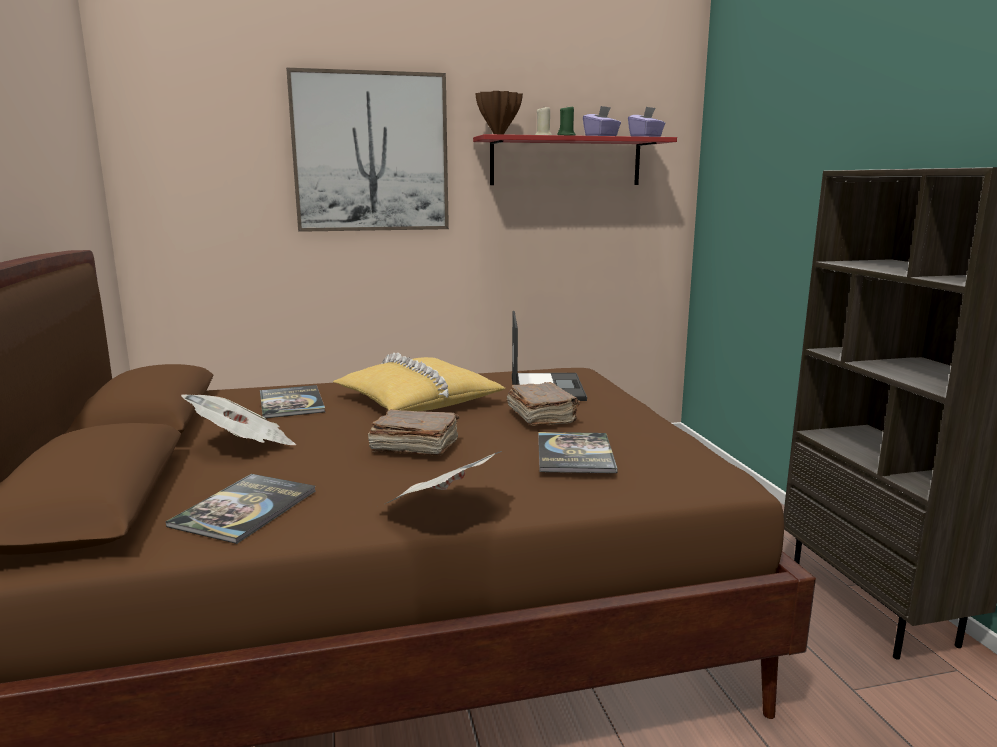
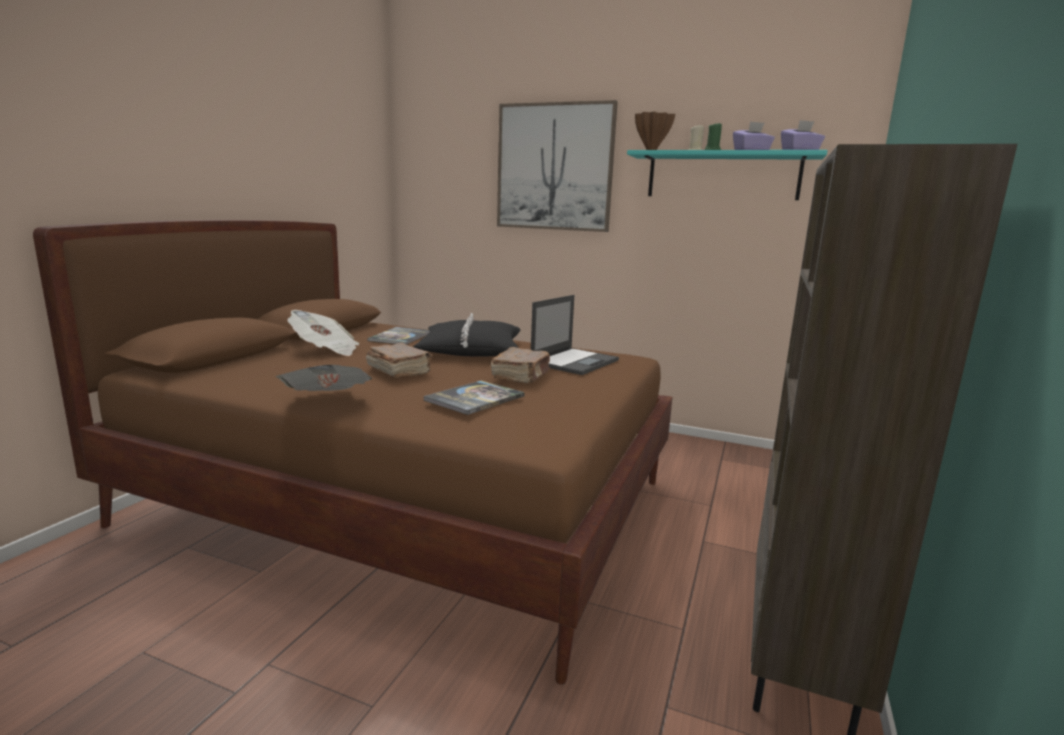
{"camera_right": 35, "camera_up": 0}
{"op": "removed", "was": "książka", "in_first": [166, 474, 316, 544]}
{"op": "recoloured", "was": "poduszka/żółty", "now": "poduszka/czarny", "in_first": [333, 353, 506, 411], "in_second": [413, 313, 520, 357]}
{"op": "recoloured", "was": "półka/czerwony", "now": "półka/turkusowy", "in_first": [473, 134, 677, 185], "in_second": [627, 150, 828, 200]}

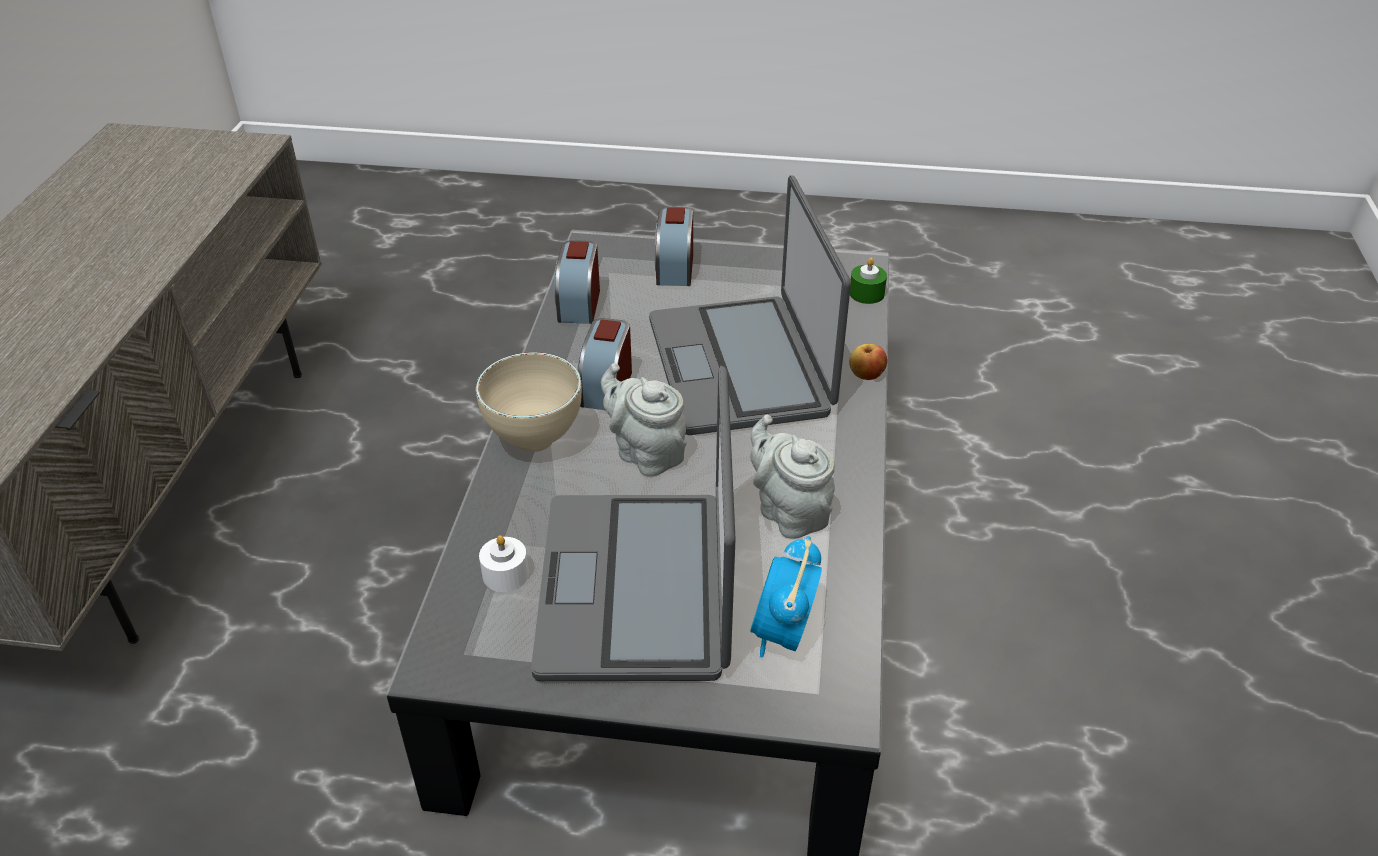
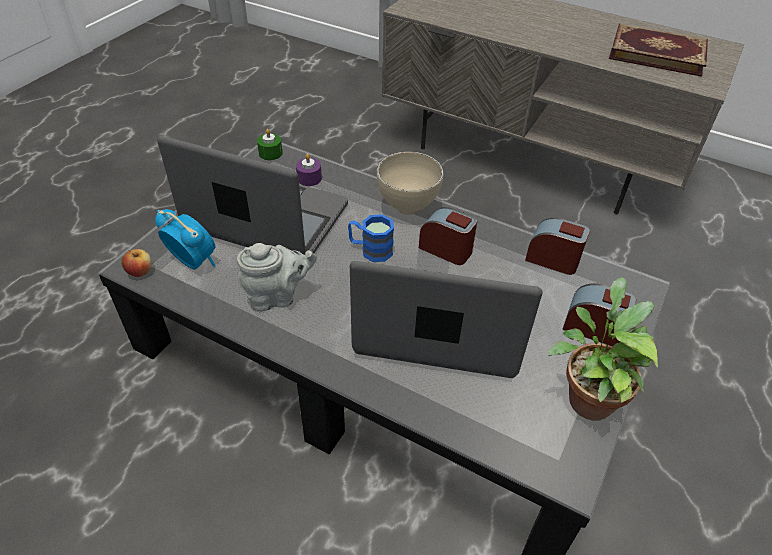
{"camera_right": 110, "camera_up": 5}
{"op": "added", "now": "roślina doniczkowa", "in_second": [548, 277, 658, 421]}
{"op": "added", "now": "książka", "in_second": [609, 24, 708, 77]}
{"op": "moved", "was": "jabłko", "in_first": [849, 344, 887, 380], "in_second": [121, 249, 152, 277]}
{"op": "moved", "was": "świeca/zielony", "in_first": [850, 258, 887, 304], "in_second": [257, 129, 283, 160]}
{"op": "replaced", "was": "imbryk/szary", "now": "kubek/niebieski", "in_first": [601, 363, 687, 477], "in_second": [348, 214, 394, 262]}
{"op": "recoloured", "was": "świeca/biały", "now": "świeca/fioletowy", "in_first": [479, 535, 529, 592], "in_second": [296, 154, 322, 186]}

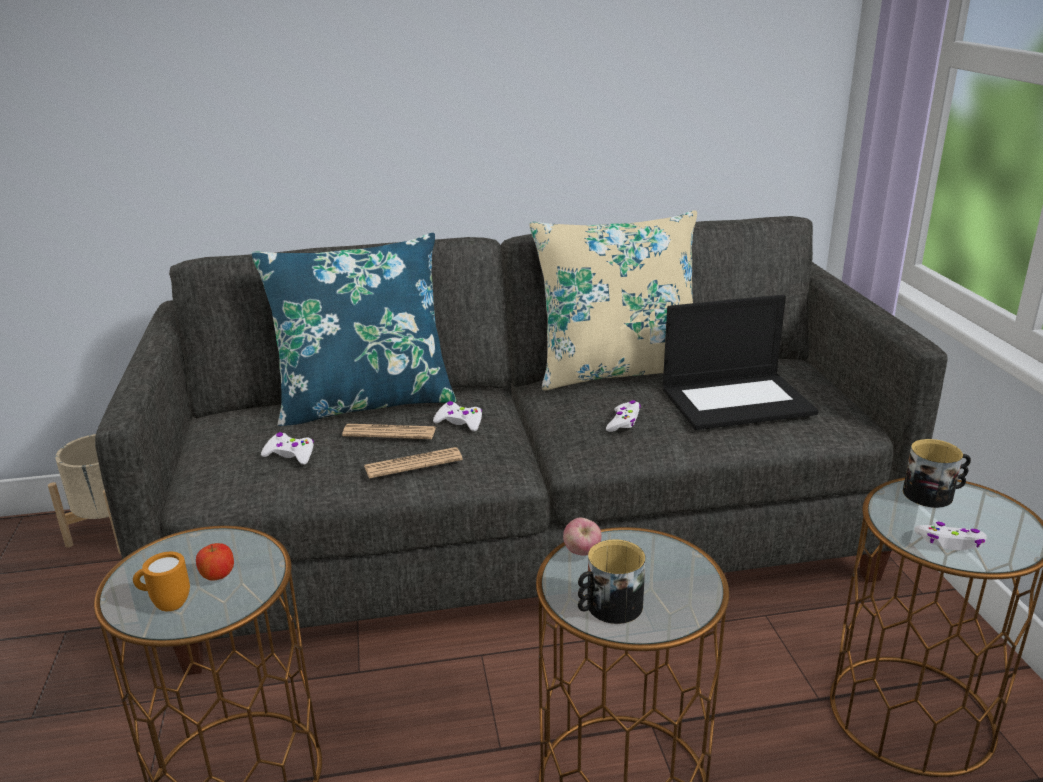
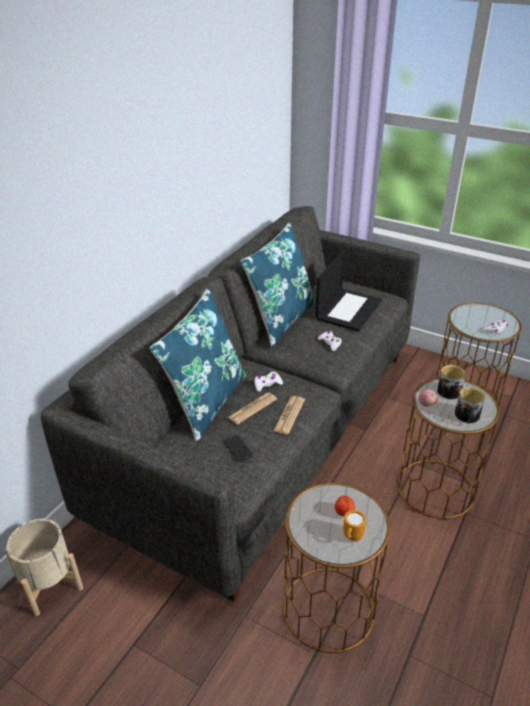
{"camera_right": -50, "camera_up": 10}
{"op": "moved", "was": "kubek", "in_first": [903, 439, 971, 508], "in_second": [437, 365, 466, 399]}
{"op": "replaced", "was": "pad do gier/biały", "now": "telefon", "in_first": [261, 432, 314, 465], "in_second": [223, 435, 254, 462]}
{"op": "recoloured", "was": "poduszka/beżowy", "now": "poduszka/niebieski", "in_first": [529, 210, 697, 390], "in_second": [241, 222, 316, 347]}

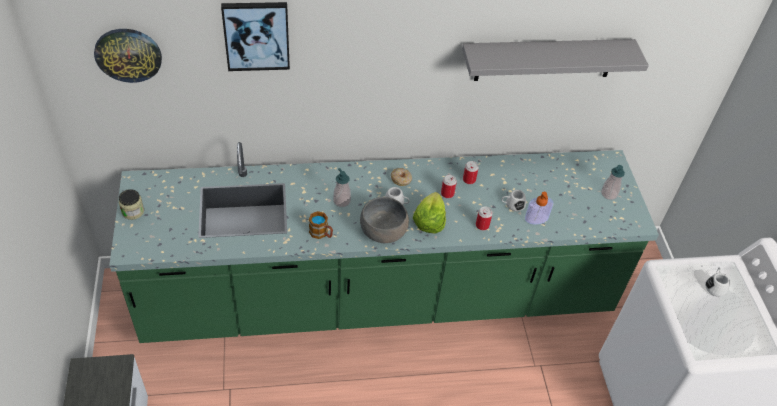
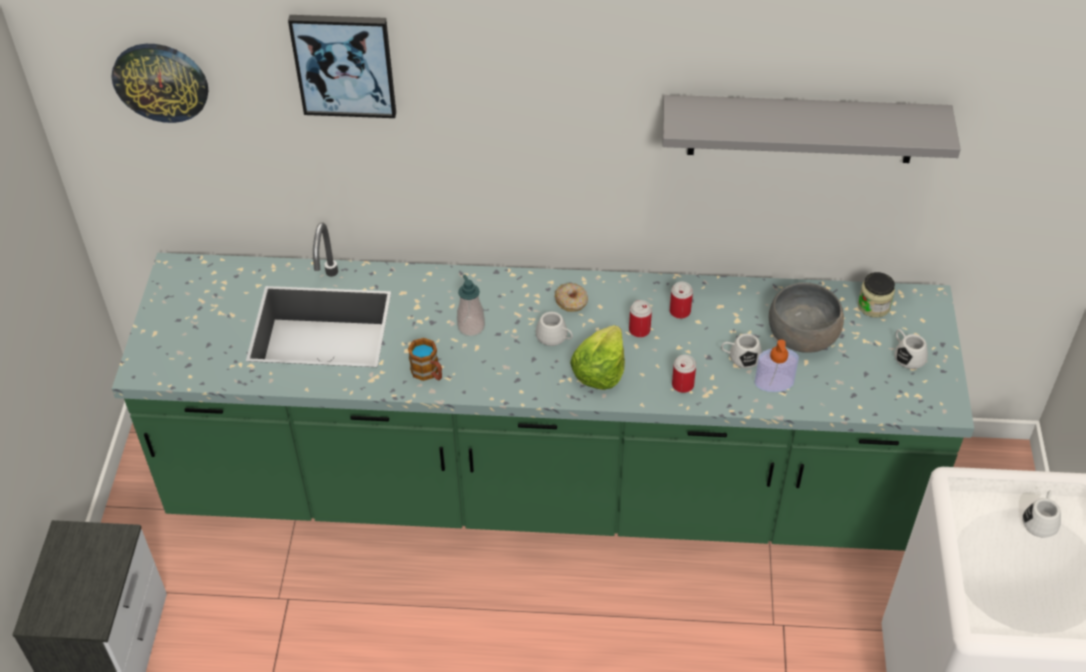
{"camera_right": 15, "camera_up": 0}
{"op": "moved", "was": "słoik", "in_first": [119, 189, 144, 220], "in_second": [858, 272, 895, 318]}
{"op": "moved", "was": "miska/szary", "in_first": [360, 197, 409, 243], "in_second": [769, 282, 844, 353]}
{"op": "replaced", "was": "dozownik mydła", "now": "kubek/biały", "in_first": [601, 165, 625, 200], "in_second": [894, 329, 928, 369]}

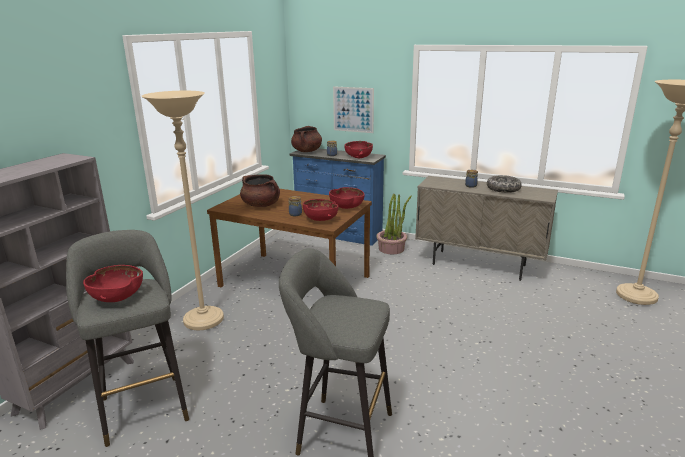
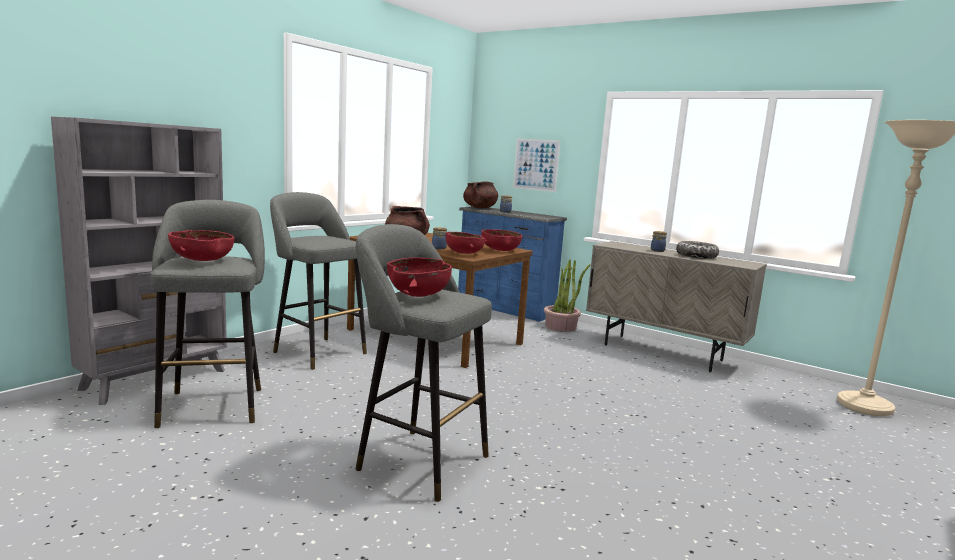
{"camera_right": 10, "camera_up": -10}
{"op": "moved", "was": "miska/czerwony", "in_first": [344, 141, 373, 158], "in_second": [387, 258, 452, 297]}
{"op": "replaced", "was": "lampa stojąca/beżowy", "now": "stołek/szary", "in_first": [142, 91, 224, 330], "in_second": [270, 192, 367, 370]}

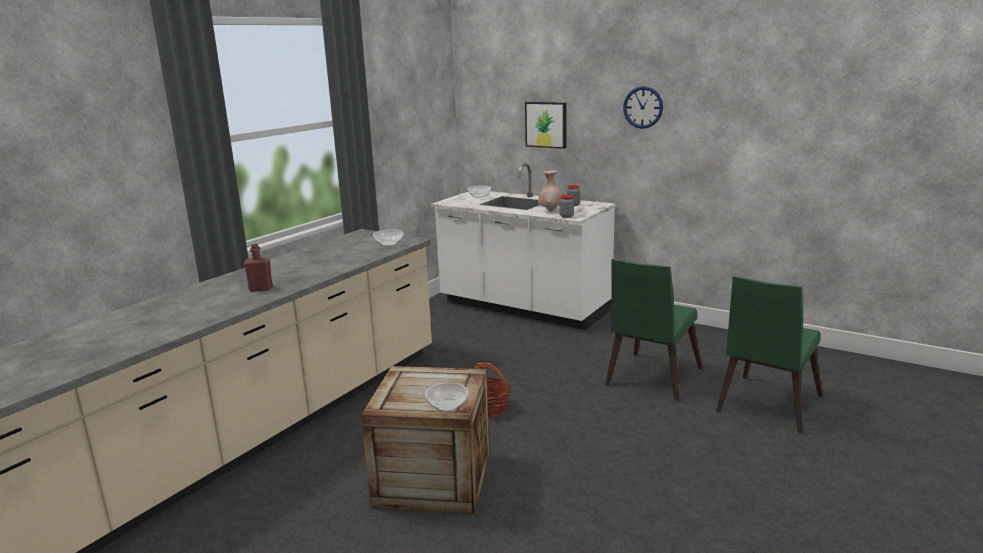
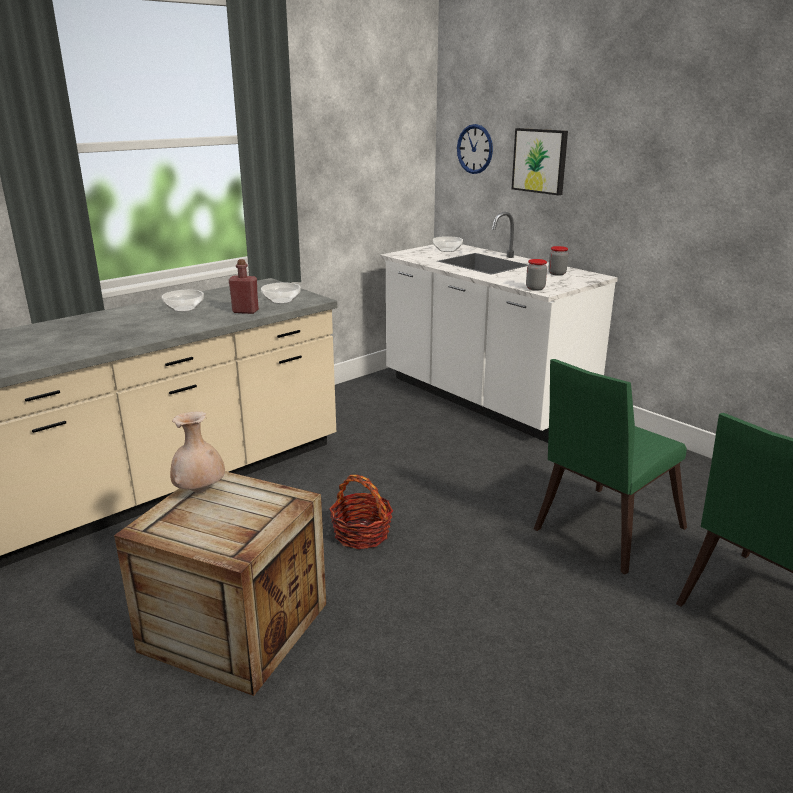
{"camera_right": 15, "camera_up": 5}
{"op": "moved", "was": "butelka/czerwony", "in_first": [244, 244, 273, 291], "in_second": [229, 259, 259, 314]}
{"op": "moved", "was": "miska", "in_first": [425, 383, 468, 412], "in_second": [162, 290, 204, 312]}
{"op": "moved", "was": "wazon/beżowy", "in_first": [538, 170, 563, 212], "in_second": [170, 412, 225, 493]}
{"op": "moved", "was": "zegar ścienny", "in_first": [623, 86, 663, 129], "in_second": [457, 124, 493, 174]}

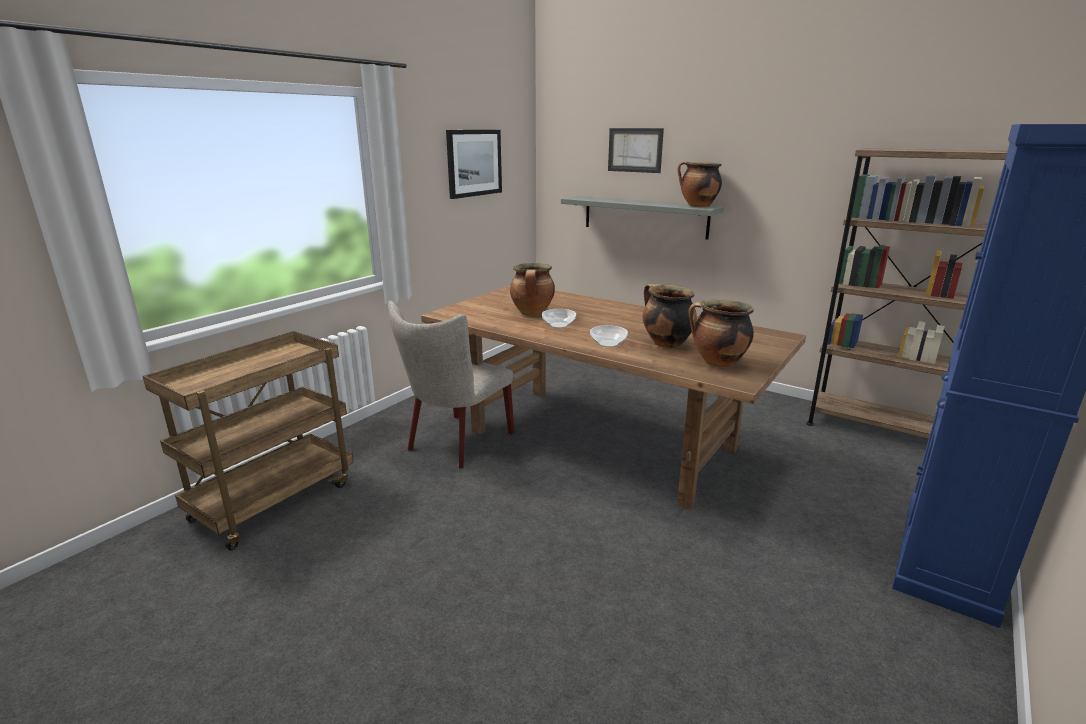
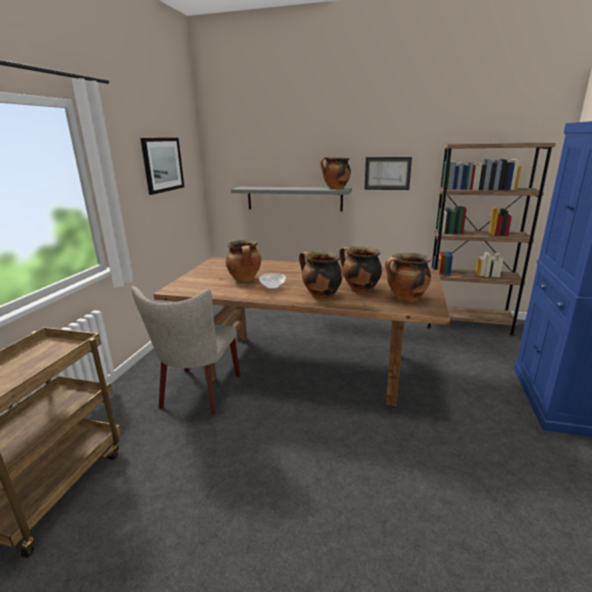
{"camera_right": -20, "camera_up": 0}
{"op": "moved", "was": "obraz", "in_first": [608, 128, 664, 173], "in_second": [364, 157, 412, 190]}
{"op": "replaced", "was": "miska", "now": "garnek", "in_first": [590, 325, 628, 347], "in_second": [299, 251, 343, 299]}

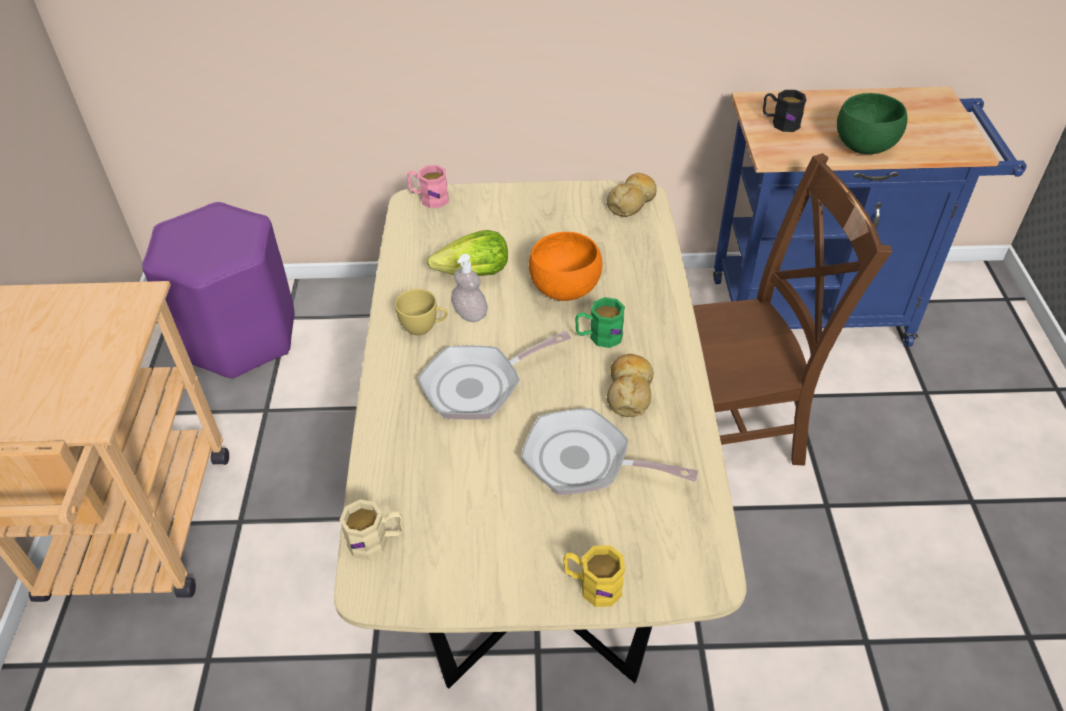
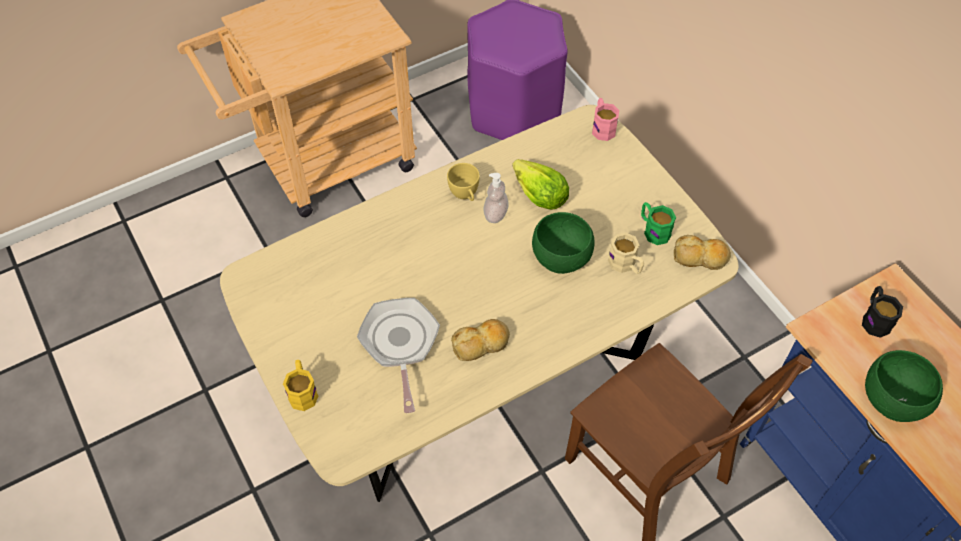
{"camera_right": 60, "camera_up": 10}
{"op": "removed", "was": "patelnia", "in_first": [417, 331, 571, 420]}
{"op": "moved", "was": "kubek/beżowy", "in_first": [340, 499, 404, 560], "in_second": [608, 232, 644, 274]}
{"op": "moved", "was": "kubek/zielony", "in_first": [575, 297, 625, 348], "in_second": [641, 202, 676, 245]}
{"op": "recoloured", "was": "miska/pomarańczowy", "now": "miska/zielony", "in_first": [529, 232, 602, 301], "in_second": [532, 212, 595, 274]}

